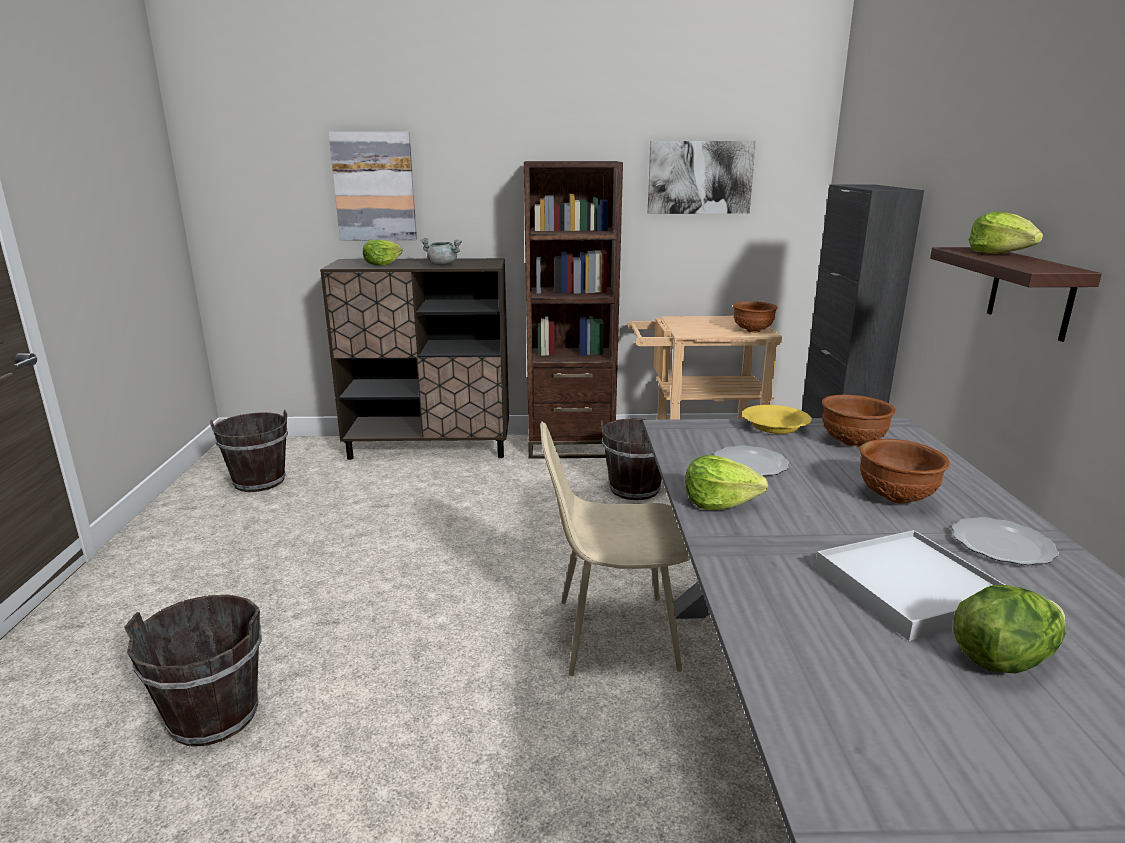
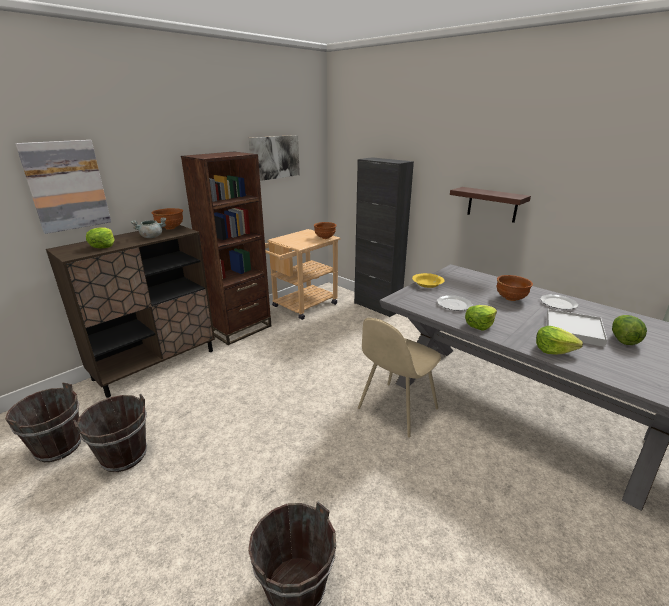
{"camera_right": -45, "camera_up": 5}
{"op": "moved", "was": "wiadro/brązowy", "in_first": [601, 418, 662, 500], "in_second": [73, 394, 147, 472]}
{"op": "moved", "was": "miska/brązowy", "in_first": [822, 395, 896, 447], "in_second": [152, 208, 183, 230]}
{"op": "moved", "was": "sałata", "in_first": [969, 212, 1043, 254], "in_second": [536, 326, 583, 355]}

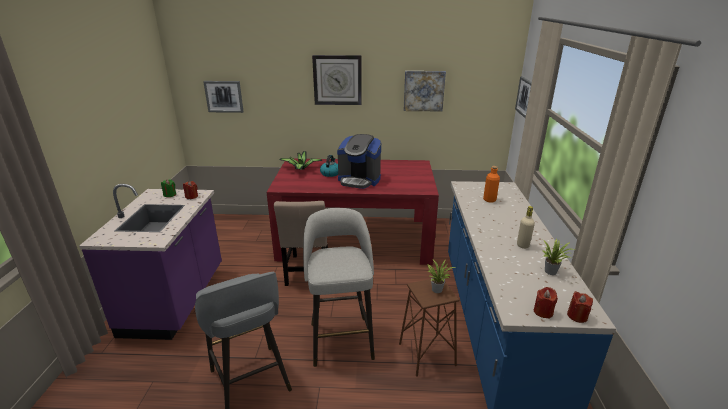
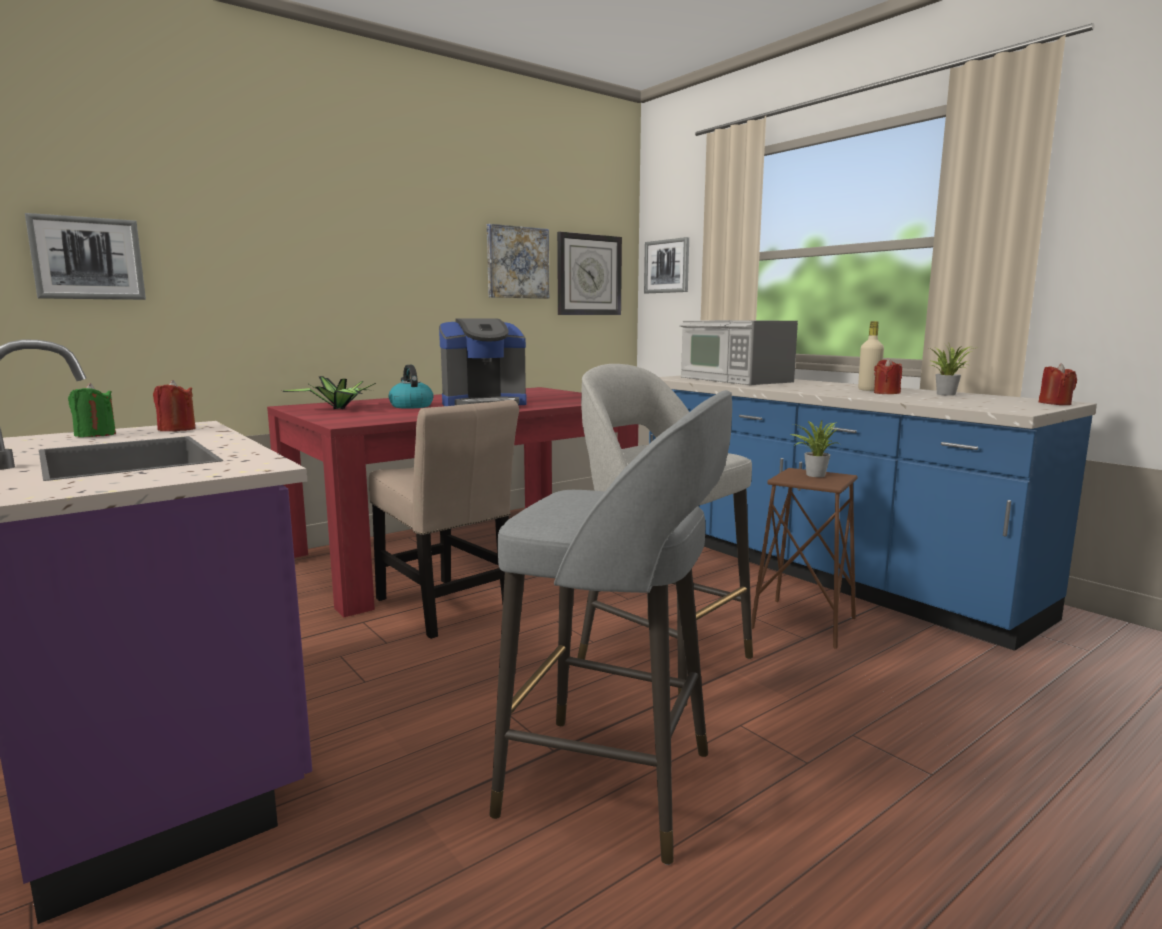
{"camera_right": -40, "camera_up": -15}
{"op": "moved", "was": "zegar ścienny", "in_first": [312, 55, 362, 105], "in_second": [557, 232, 622, 315]}
{"op": "moved", "was": "świeca/czerwony", "in_first": [534, 287, 558, 319], "in_second": [874, 358, 902, 394]}
{"op": "replaced", "was": "butelka/pomarańczowy", "now": "mikrofalówka", "in_first": [483, 166, 500, 202], "in_second": [679, 320, 798, 385]}

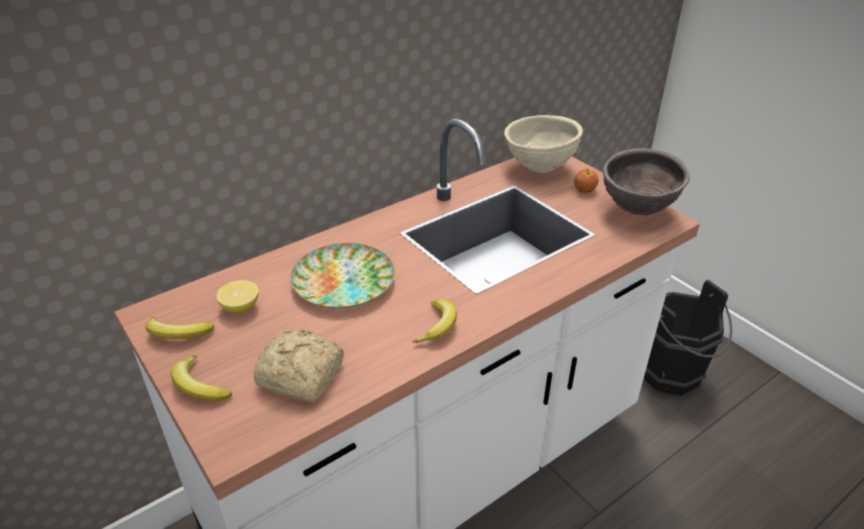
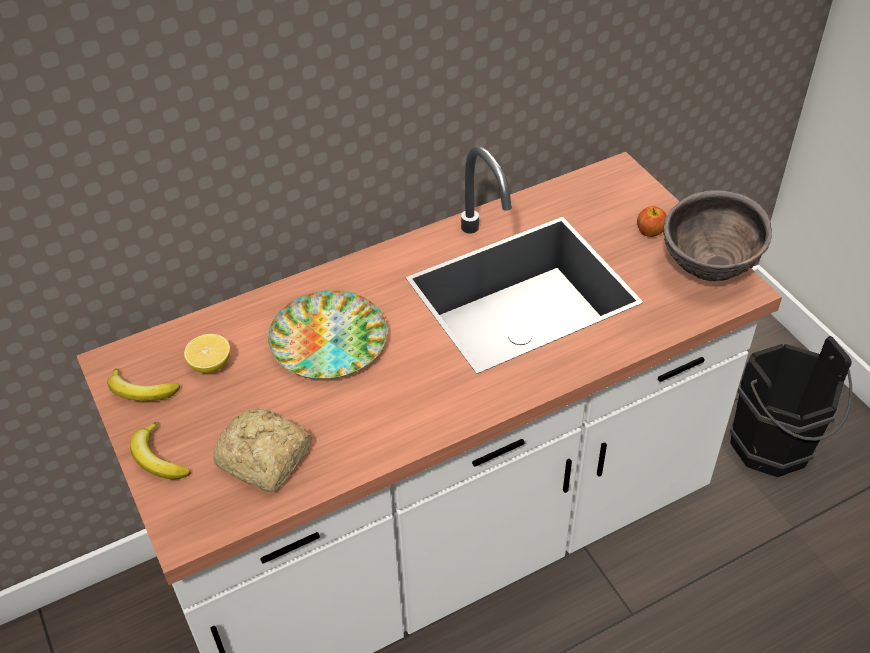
{"camera_right": 10, "camera_up": 10}
{"op": "removed", "was": "banan", "in_first": [413, 299, 457, 343]}
{"op": "removed", "was": "miska/beżowy", "in_first": [504, 115, 583, 173]}

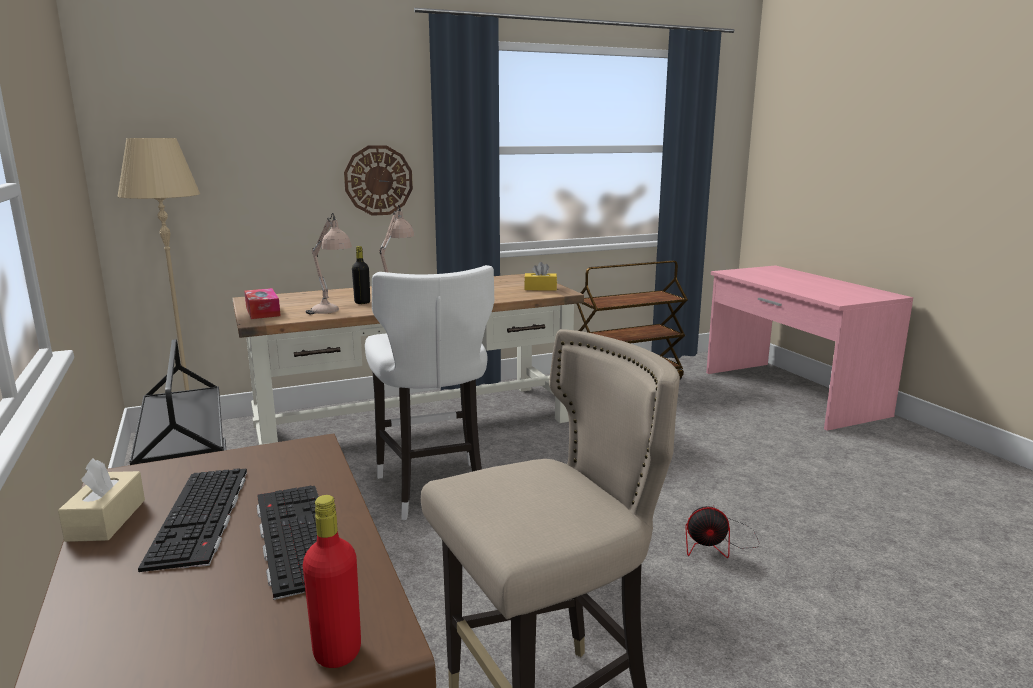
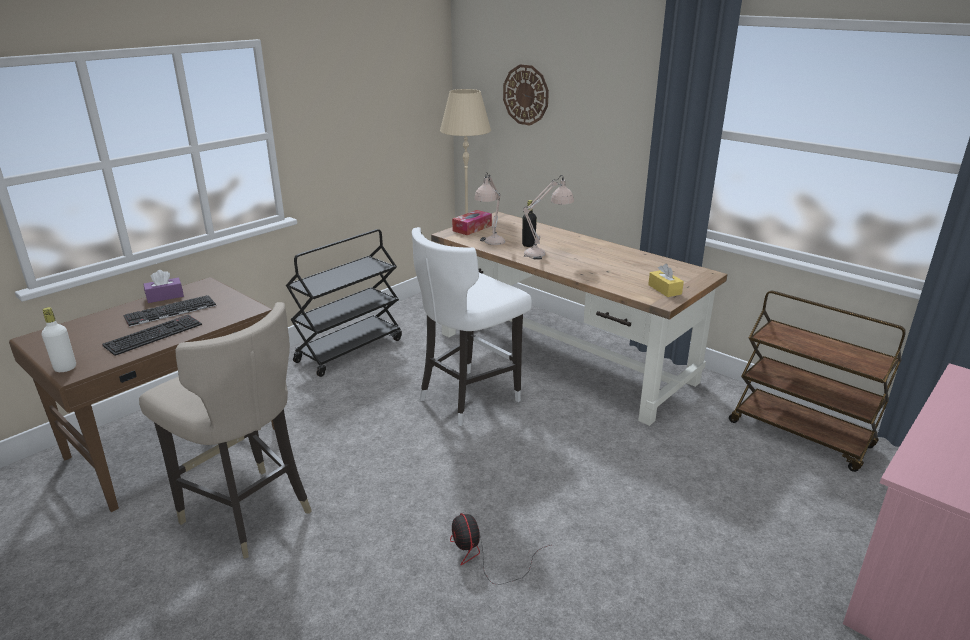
{"camera_right": 65, "camera_up": 10}
{"op": "moved", "was": "zegar ścienny", "in_first": [344, 145, 413, 216], "in_second": [503, 64, 549, 126]}
{"op": "recoloured", "was": "pudełko chusteczek/beżowy", "now": "pudełko chusteczek/fioletowy", "in_first": [58, 458, 145, 542], "in_second": [143, 270, 184, 303]}
{"op": "recoloured", "was": "butelka/czerwony", "now": "butelka/biały", "in_first": [303, 495, 361, 668], "in_second": [42, 307, 76, 372]}

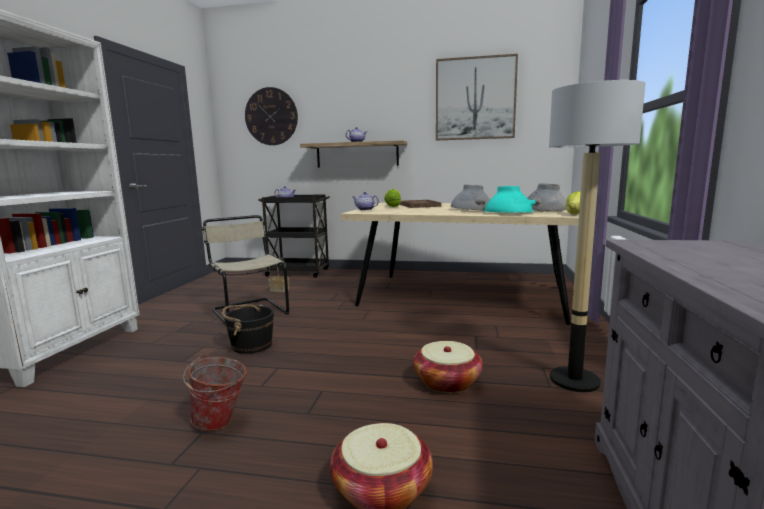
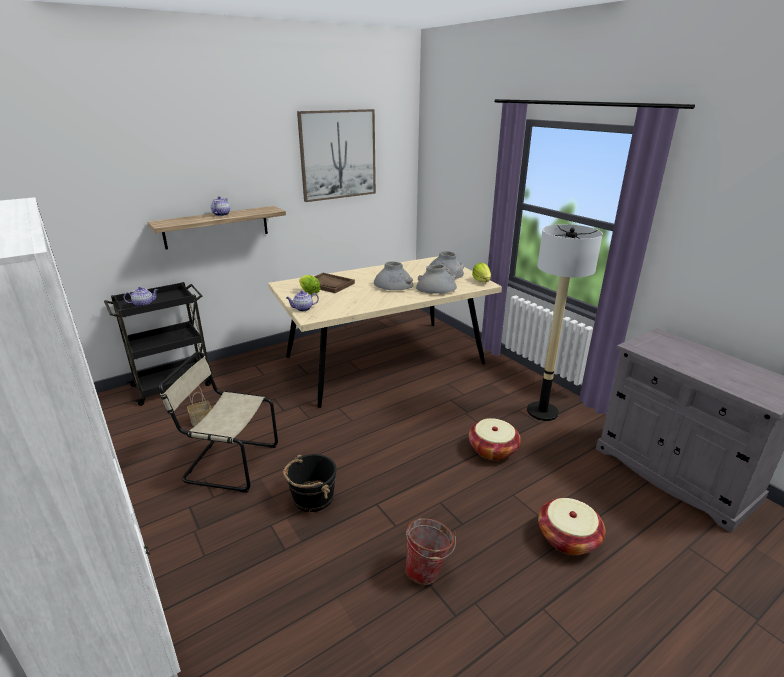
{"camera_right": -45, "camera_up": 15}
{"op": "removed", "was": "zegar ścienny", "in_first": [245, 87, 298, 145]}
{"op": "recoloured", "was": "wazon/turkusowy", "now": "wazon/szary", "in_first": [484, 186, 536, 213], "in_second": [416, 265, 457, 293]}

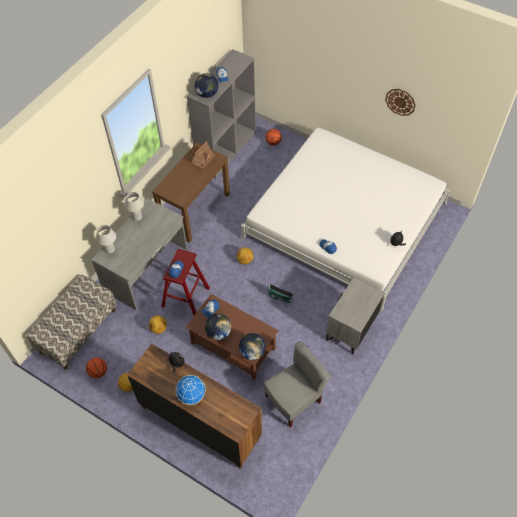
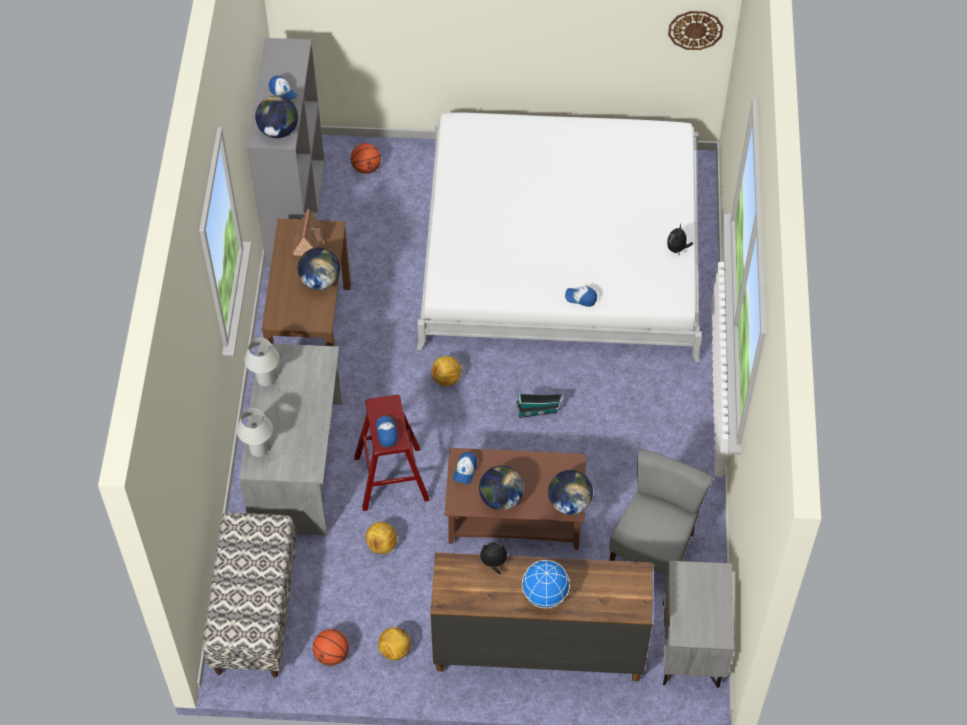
{"camera_right": -30, "camera_up": 0}
{"op": "added", "now": "globus", "in_second": [298, 248, 340, 290]}
{"op": "moved", "was": "szafka nocna/szary", "in_first": [326, 277, 385, 355], "in_second": [663, 561, 734, 688]}
{"op": "moved", "was": "zegar ścienny", "in_first": [385, 89, 416, 116], "in_second": [668, 11, 723, 50]}

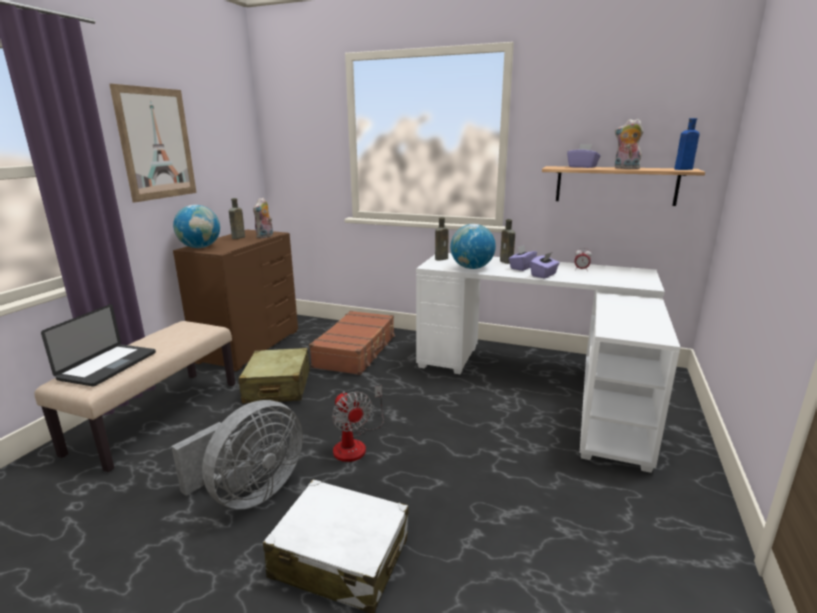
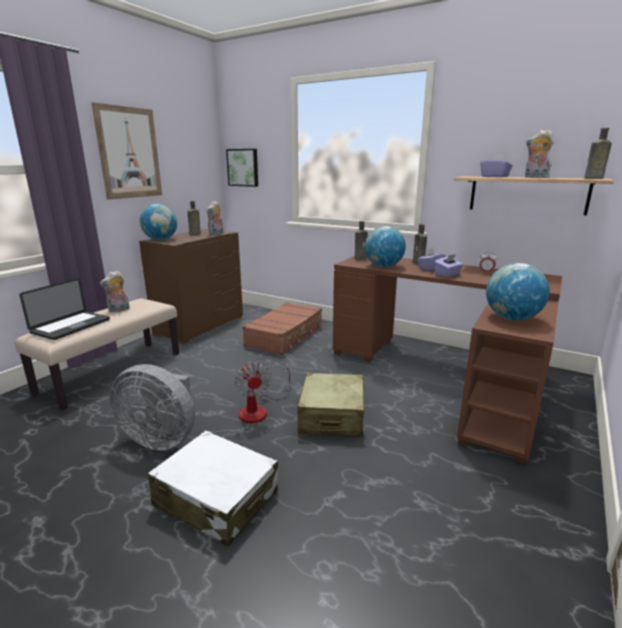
{"camera_right": 10, "camera_up": 0}
{"op": "added", "now": "pluszak", "in_second": [100, 271, 130, 313]}
{"op": "added", "now": "obraz", "in_second": [226, 149, 258, 187]}
{"op": "added", "now": "globus", "in_second": [486, 263, 550, 320]}
{"op": "moved", "was": "walizka/beżowy", "in_first": [238, 348, 310, 403], "in_second": [297, 373, 365, 437]}
{"op": "recoloured", "was": "biurko/biały", "now": "biurko/brązowy", "in_first": [416, 253, 680, 473], "in_second": [333, 256, 562, 464]}
{"op": "recoloured", "was": "butelka/niebieski", "now": "butelka/brązowy", "in_first": [674, 118, 700, 170], "in_second": [584, 128, 612, 179]}
{"op": "turned", "was": "wentylator/szary", "in_first": [171, 400, 303, 509], "in_second": [109, 364, 195, 450], "clockwise": 60}

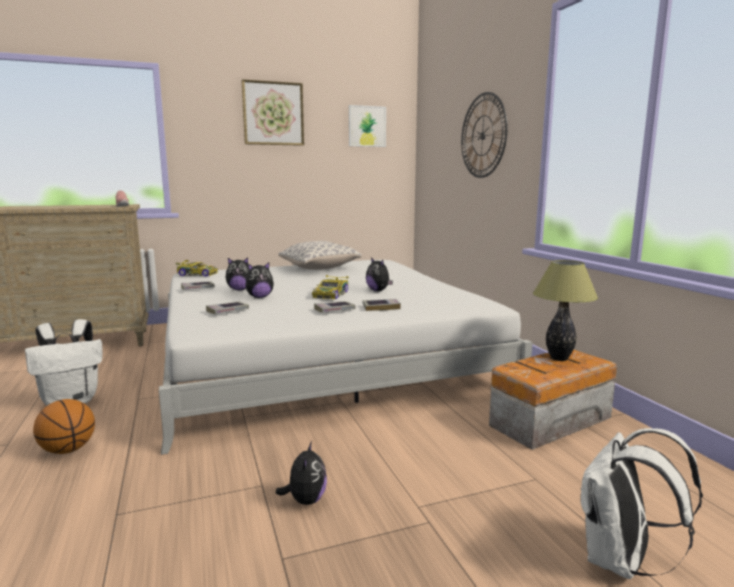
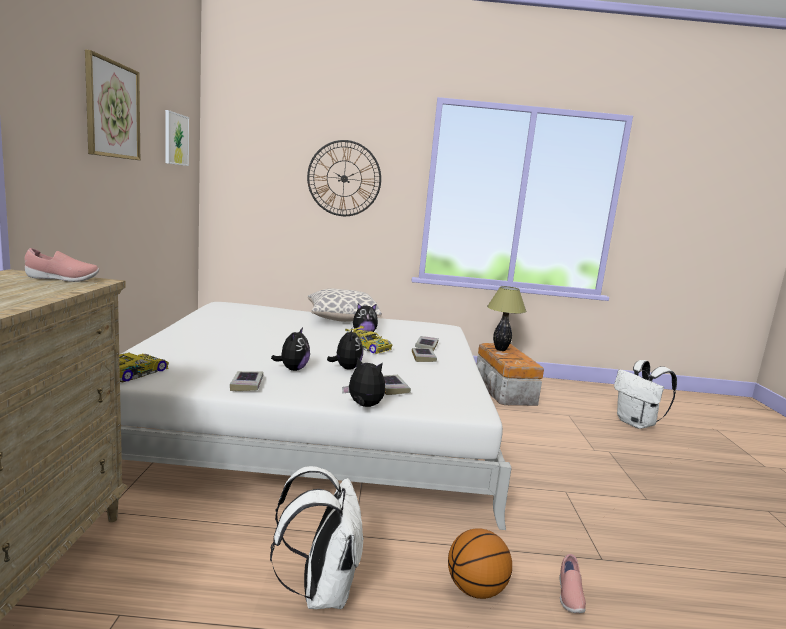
{"camera_right": -70, "camera_up": 0}
{"op": "added", "now": "but/różowy", "in_second": [559, 554, 586, 613]}
{"op": "moved", "was": "pluszak", "in_first": [276, 441, 327, 505], "in_second": [342, 358, 385, 407]}
{"op": "moved", "was": "poduszka", "in_first": [279, 241, 362, 270], "in_second": [308, 289, 382, 322]}

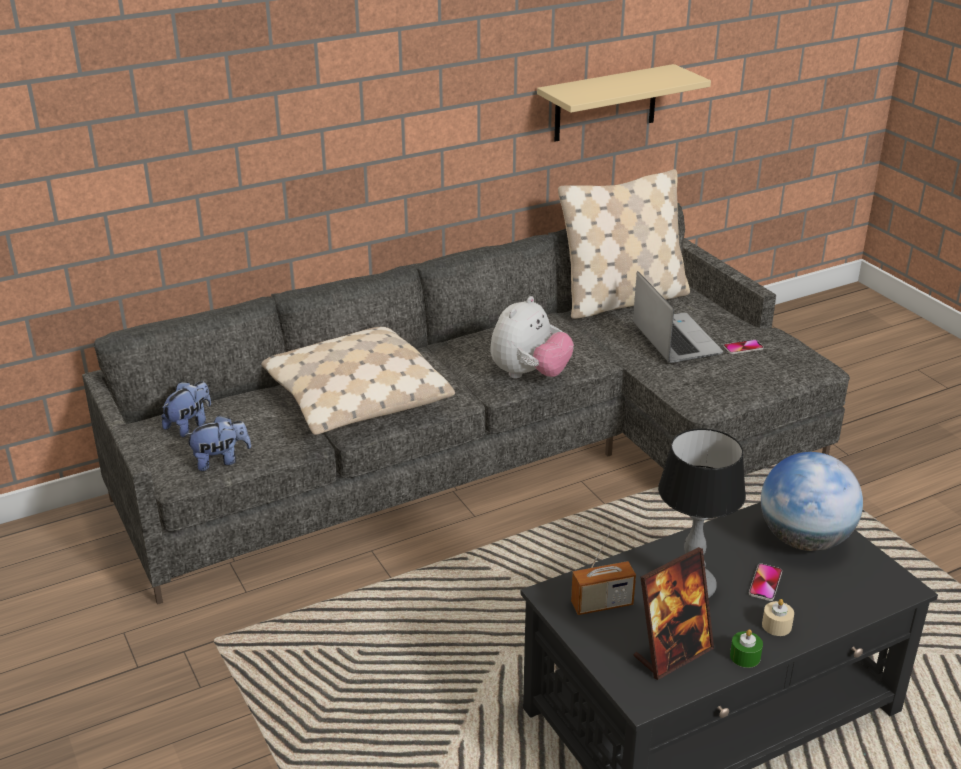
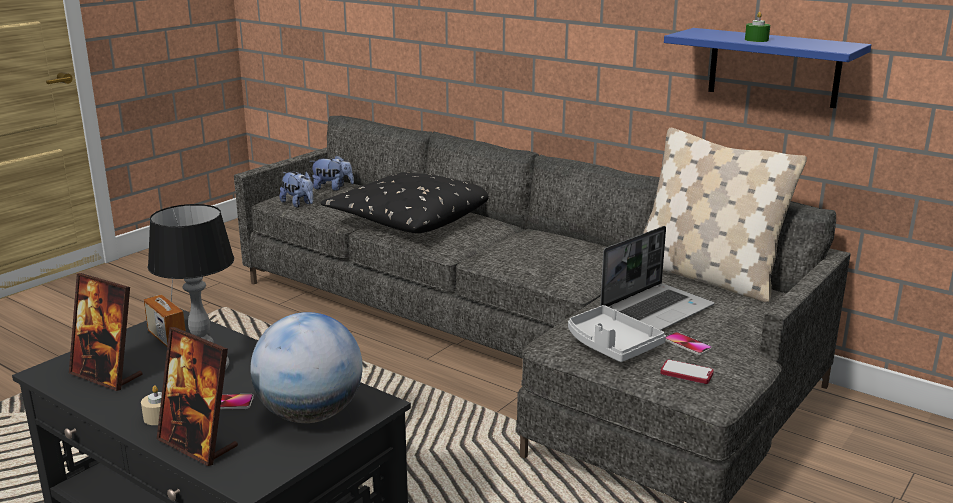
{"camera_right": 65, "camera_up": -10}
{"op": "removed", "was": "pluszak", "in_first": [490, 296, 574, 378]}
{"op": "added", "now": "ramka na zdjęcie", "in_second": [157, 327, 238, 466]}
{"op": "added", "now": "taca/szary", "in_second": [568, 305, 666, 362]}
{"op": "added", "now": "telefon", "in_second": [661, 360, 714, 384]}
{"op": "moved", "was": "świeca/zielony", "in_first": [730, 629, 763, 668], "in_second": [745, 12, 770, 42]}
{"op": "recoloured", "was": "poduszka/beżowy", "now": "poduszka/czarny", "in_first": [261, 326, 455, 435], "in_second": [320, 172, 489, 233]}
{"op": "recoloured", "was": "półka/beżowy", "now": "półka/niebieski", "in_first": [537, 64, 711, 142], "in_second": [664, 28, 871, 108]}

